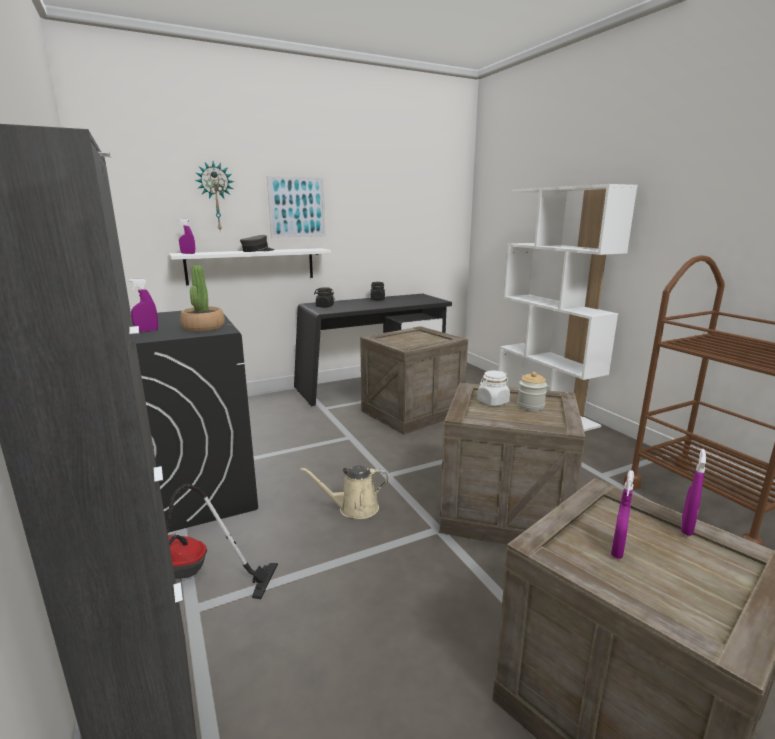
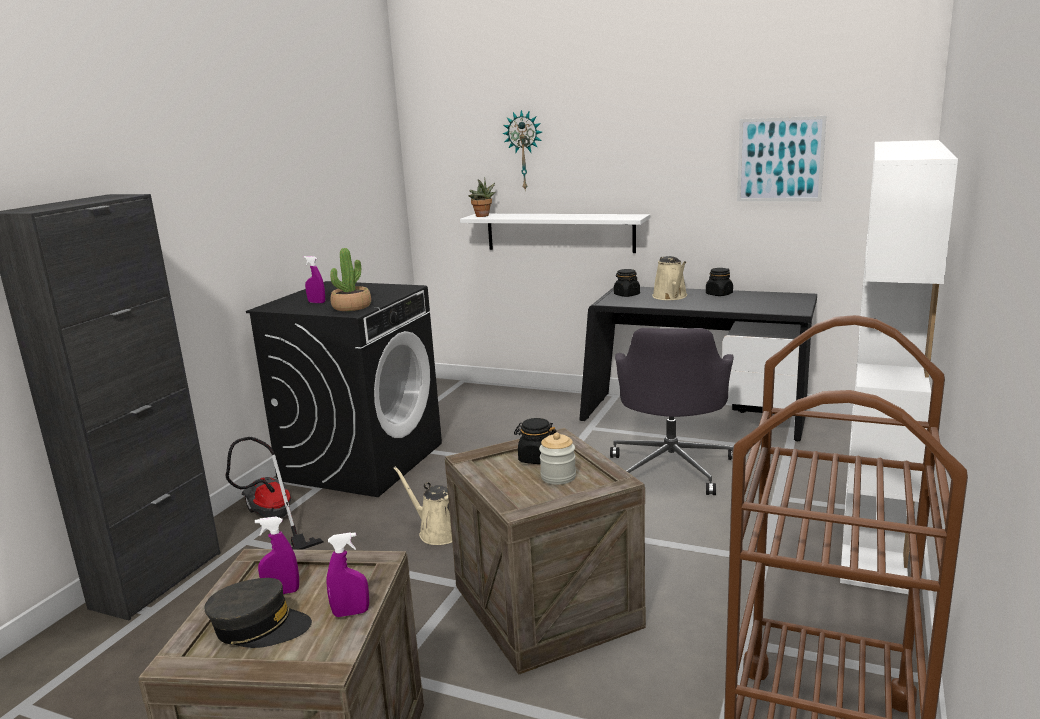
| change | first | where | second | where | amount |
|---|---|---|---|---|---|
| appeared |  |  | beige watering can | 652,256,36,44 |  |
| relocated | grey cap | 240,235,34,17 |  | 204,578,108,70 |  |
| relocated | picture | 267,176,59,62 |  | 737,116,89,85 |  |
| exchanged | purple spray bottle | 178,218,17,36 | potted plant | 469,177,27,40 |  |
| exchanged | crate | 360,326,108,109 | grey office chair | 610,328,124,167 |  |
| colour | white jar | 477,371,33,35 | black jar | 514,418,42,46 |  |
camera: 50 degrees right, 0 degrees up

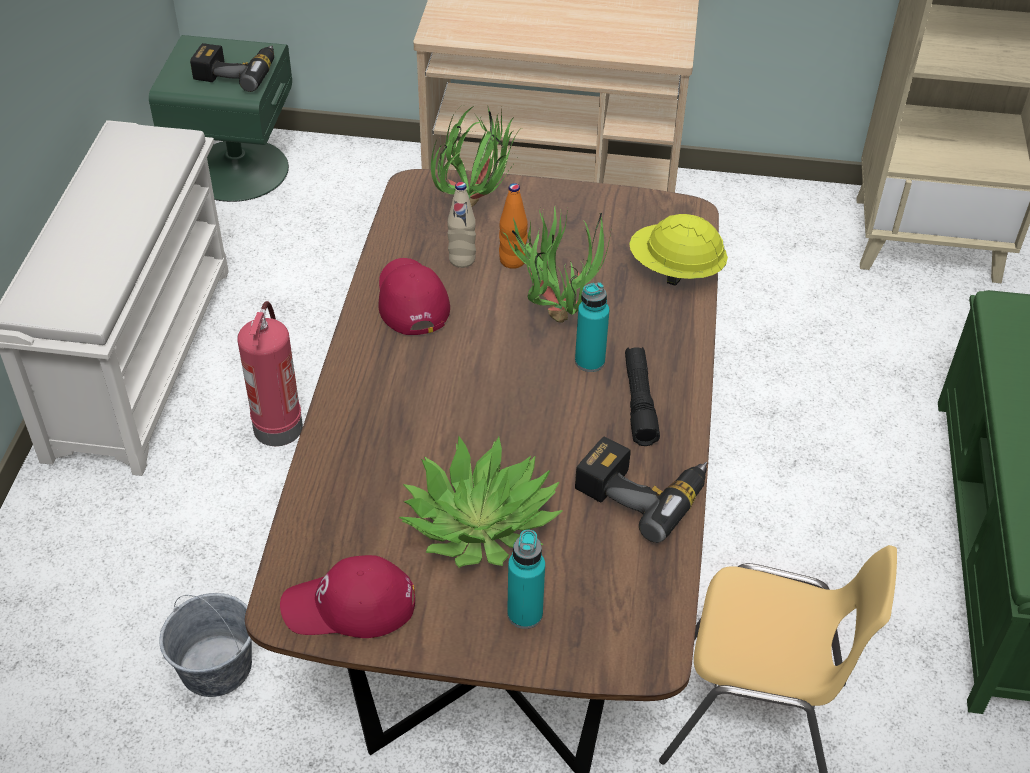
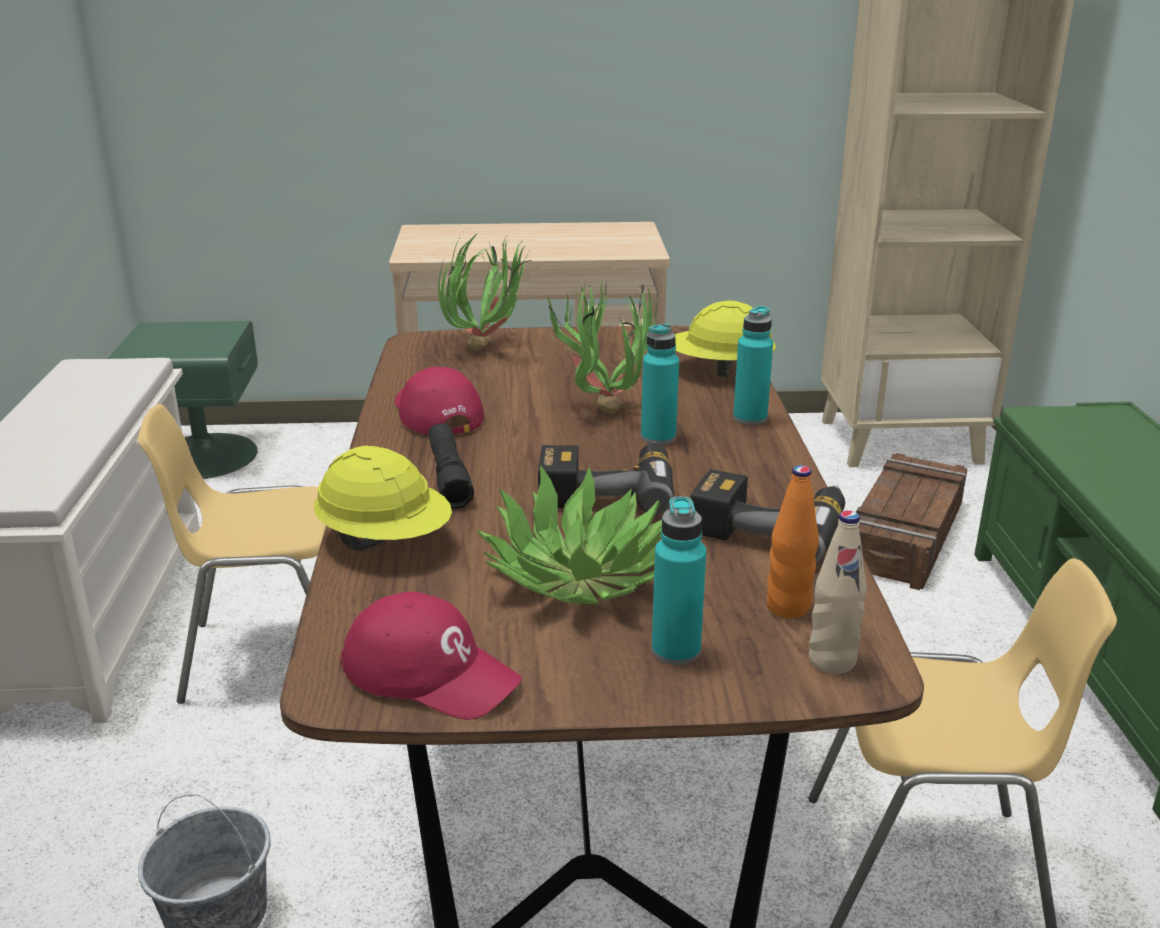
| change | first | where | second | where | amount |
|---|---|---|---|---|---|
| appeared |  |  | yellow hard hat | 314,445,138,106 |  |
| appeared |  |  | turquoise bottle | 733,306,40,119 |  |
| appeared |  |  | crate | 856,453,111,137 |  |
| relocated | power drill | 190,43,84,49 |  | 538,442,136,73 |  |
| relocated | beige bottle | 447,182,29,86 |  | 809,510,58,164 |  |
| relocated | orange bottle | 499,183,29,86 |  | 767,465,52,153 |  |
| relocated | black flashlight | 625,347,35,99 |  | 428,423,46,86 |  |
| exchanged | fire extinguisher | 237,301,66,145 | yellow chair | 138,404,188,300 |  |
| spun | red cap | 280,555,135,83 |  | 340,591,182,129 | 135 degrees counterclockwise |
camera: 10 degrees left, 20 degrees down

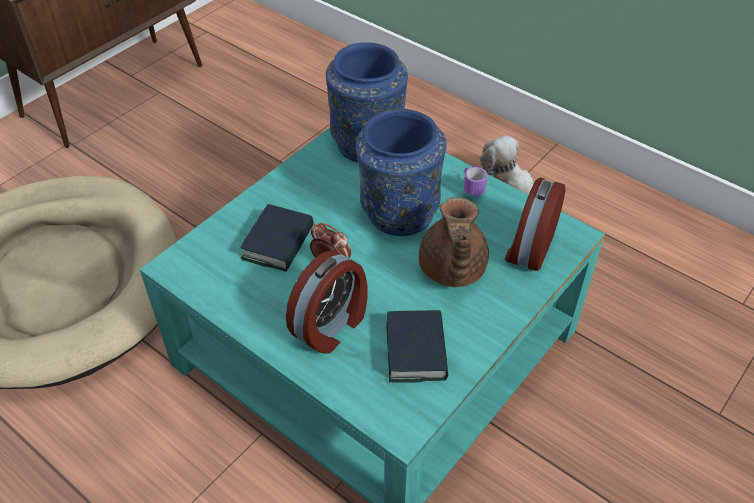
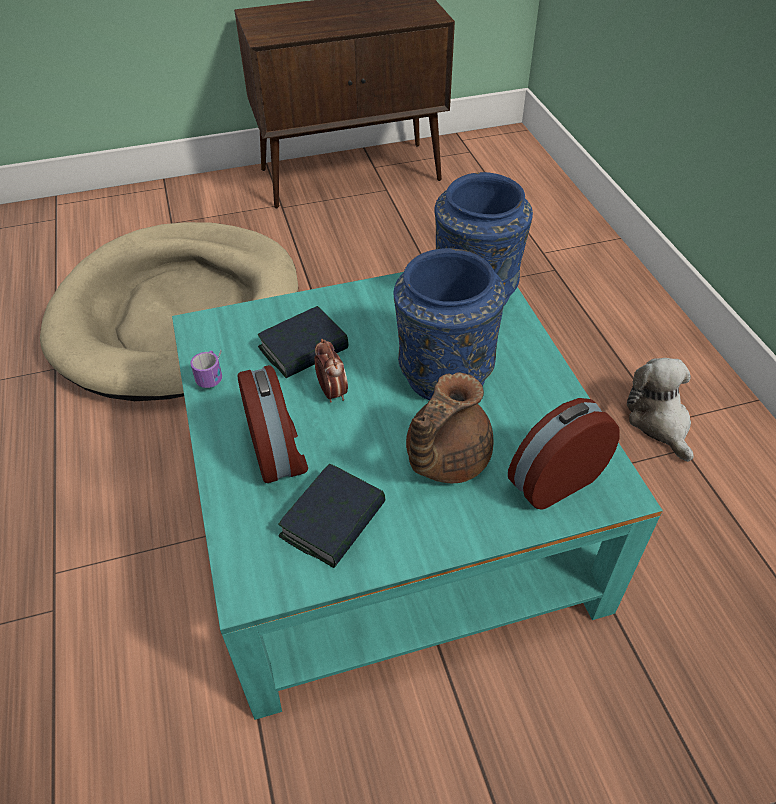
| change | first | where | second | where | amount |
|---|---|---|---|---|---|
| relocated | mug | 454,167,33,29 |  | 190,350,32,38 |  |
| spun | alarm clock | 286,250,82,104 |  | 237,365,71,118 | 90 degrees counterclockwise |
camera: 35 degrees right, 0 degrees up

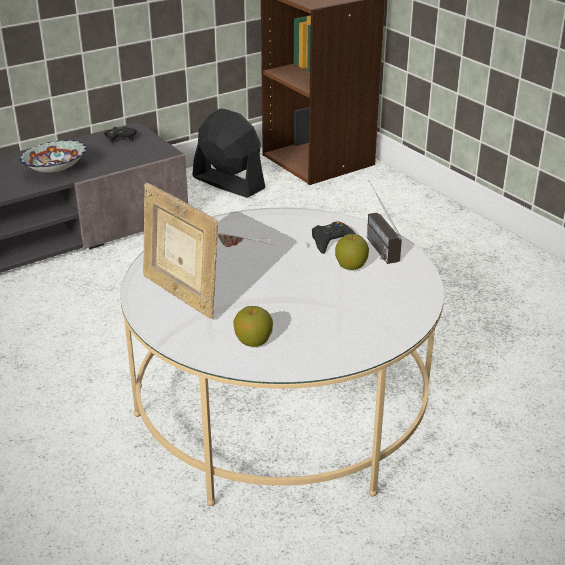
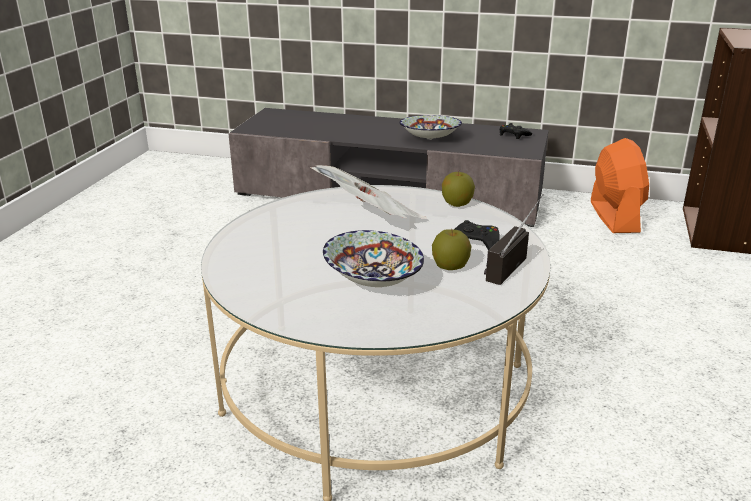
| change | first | where | second | where | amount |
|---|---|---|---|---|---|
| missing | picture frame | 143,182,75,137 |  |  |  |
| appeared |  |  | bowl | 323,230,101,57 |  |
| relocated | apple | 233,306,40,41 |  | 442,171,33,36 |  |
| colour | black fan | 192,109,74,89 | orange fan | 591,138,58,95 |  |
camera: 50 degrees right, 5 degrees down

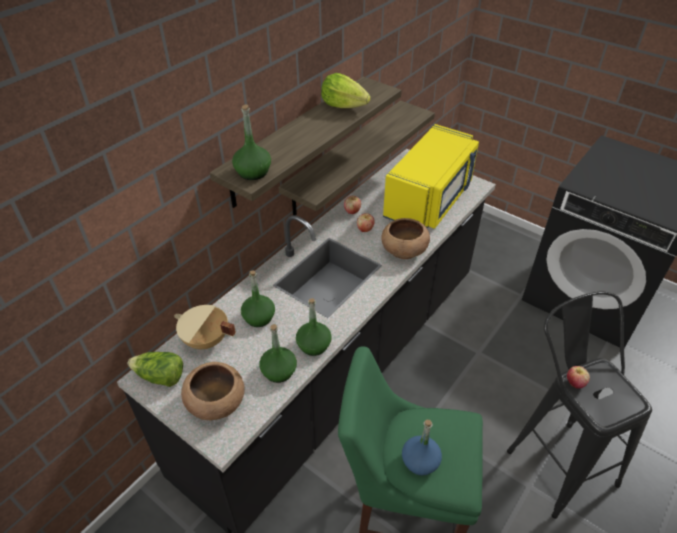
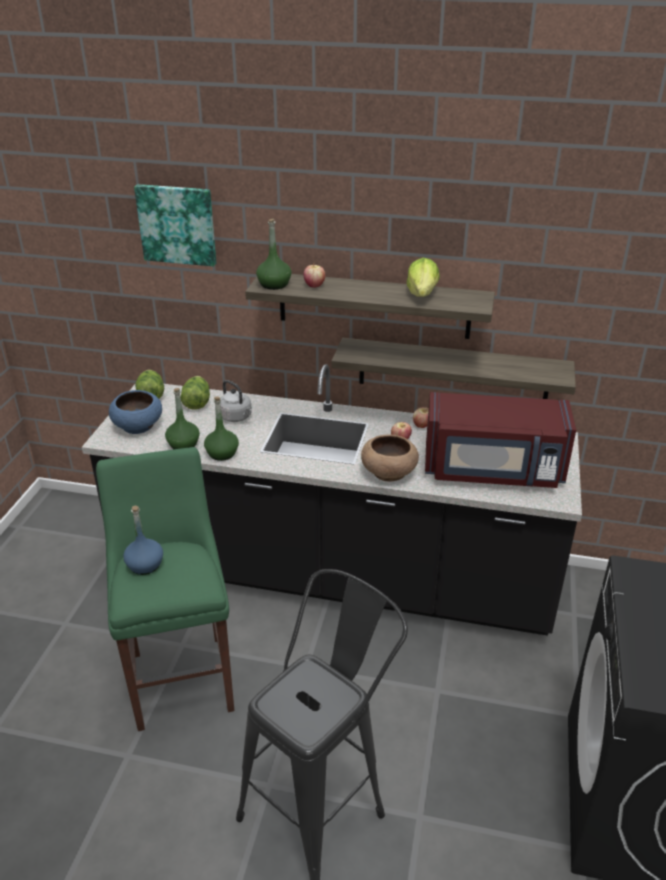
| change | first | where | second | where | amount |
|---|---|---|---|---|---|
| appeared |  |  | picture | 134,184,82,82 |  |
| relocated | apple | 567,366,23,23 |  | 304,263,21,25 |  |
| exchanged | beige cooking pot | 174,305,62,44 | lettuce | 180,376,30,34 |  |
| exchanged | green bottle | 241,270,34,57 | grey kettle | 220,380,32,42 |  |
| colour | brown bowl | 181,362,64,58 | blue bowl | 109,390,53,44 |  |
| colour | yellow microwave | 383,124,96,105 | red microwave | 425,392,151,96 |  |
camera: 65 degrees right, 10 degrees down

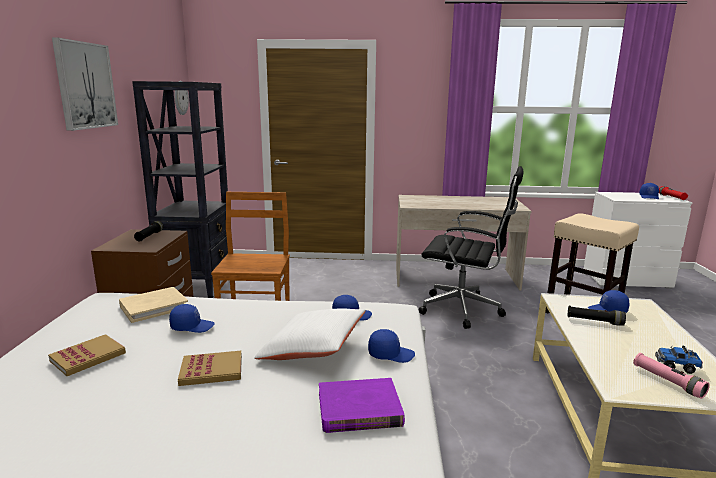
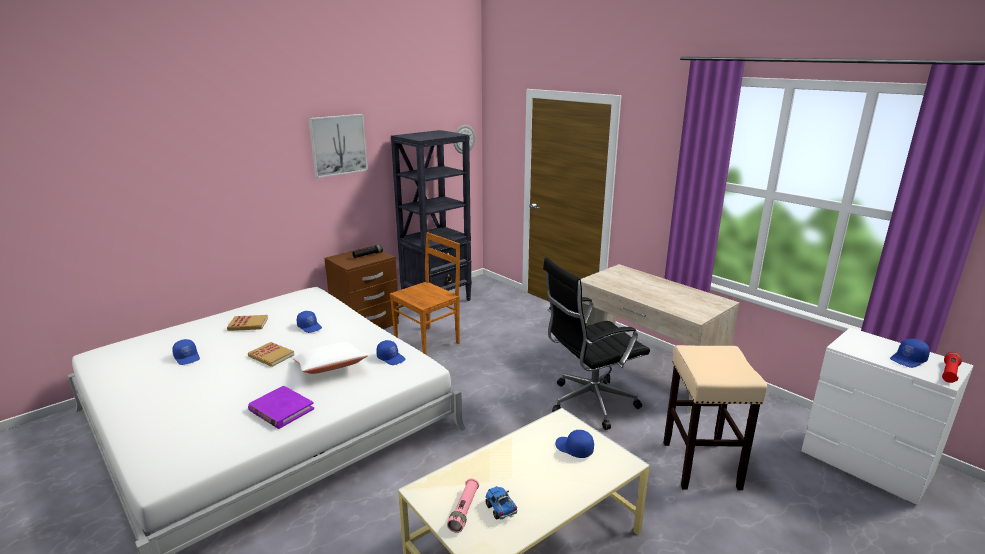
| change | first | where | second | where | amount |
|---|---|---|---|---|---|
| missing | beige book | 119,287,69,36 |  |  |  |
| missing | black flashlight | 568,306,58,20 |  |  |  |
| relocated | blue cap | 368,329,47,34 |  | 172,339,28,26 |  |
| spun | black office chair | 419,166,104,163 |  | 543,257,107,173 | 90 degrees clockwise |
camera: 45 degrees right, 5 degrees up

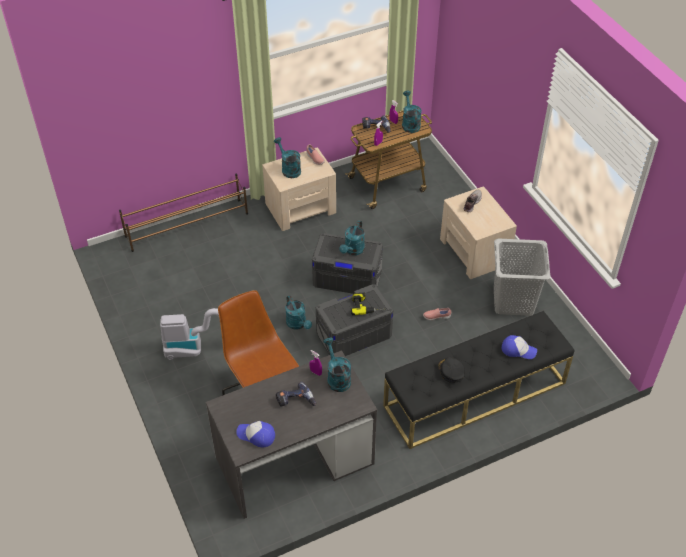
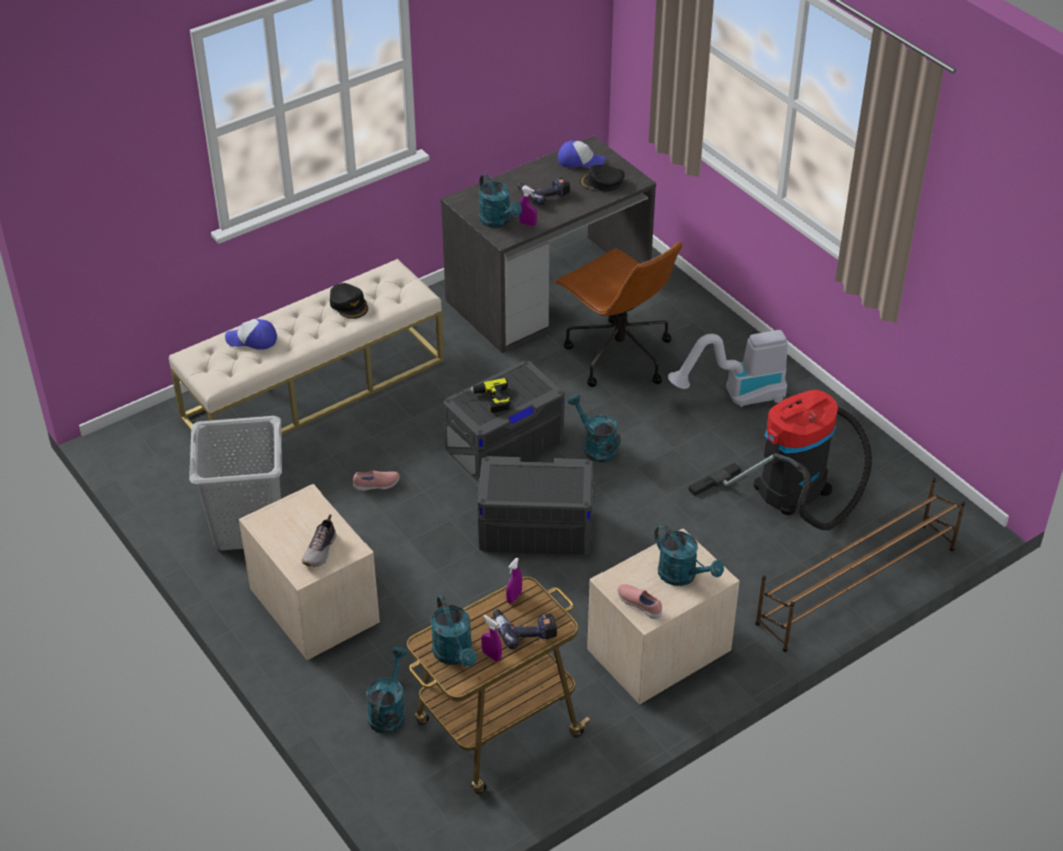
| change | first | where | second | where | amount |
|---|---|---|---|---|---|
| appeared |  |  | black cap | 579,165,46,27 |  |
| appeared |  |  | vacuum cleaner | 689,390,183,140 |  |
| relocated | turquoise watering can | 339,221,26,34 |  | 366,647,42,87 |  |
| colour | black bench | 383,311,191,138 | beige bench | 169,259,275,204 |  |
camera: 170 degrees right, 5 degrees down

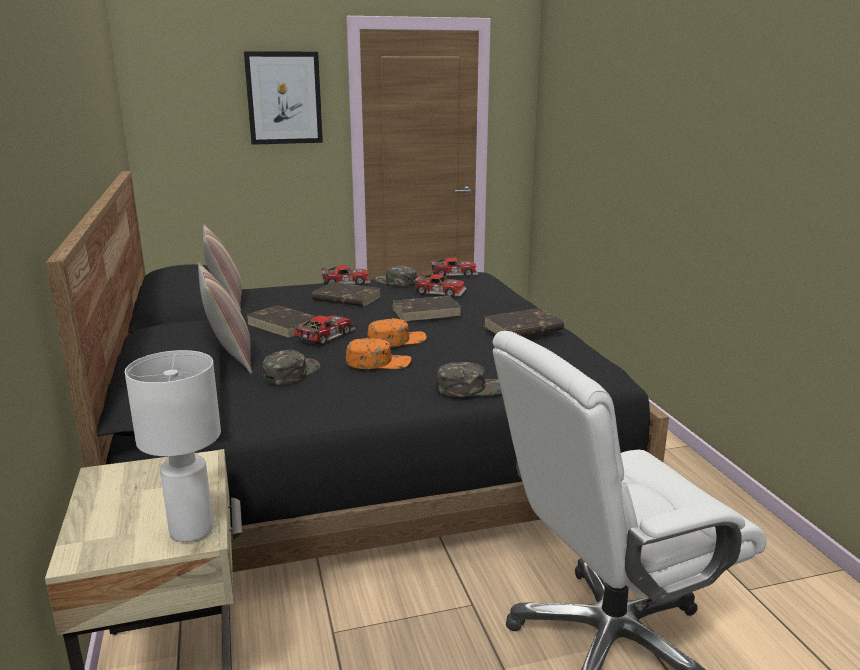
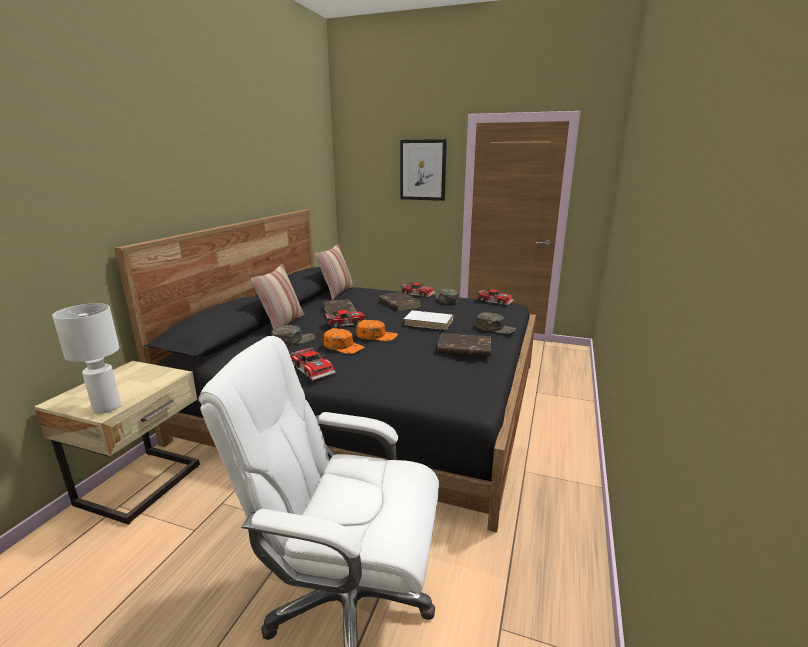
| change | first | where | second | where | amount |
|---|---|---|---|---|---|
| relocated | toy car | 413,274,54,23 |  | 289,347,47,33 |  |
| relocated | green cap | 436,362,66,35 |  | 476,312,40,22 |  |
| colour | brown book | 392,296,69,25 | white book | 404,310,49,20 |  |
camera: 35 degrees right, 0 degrees up

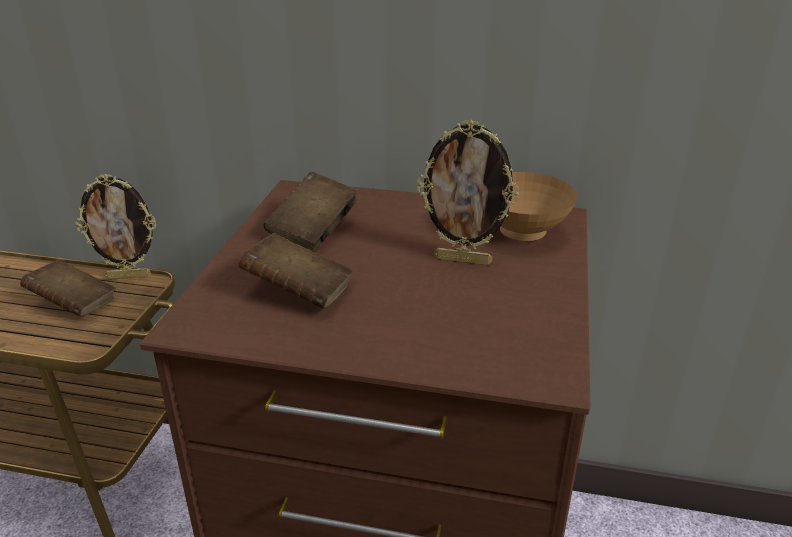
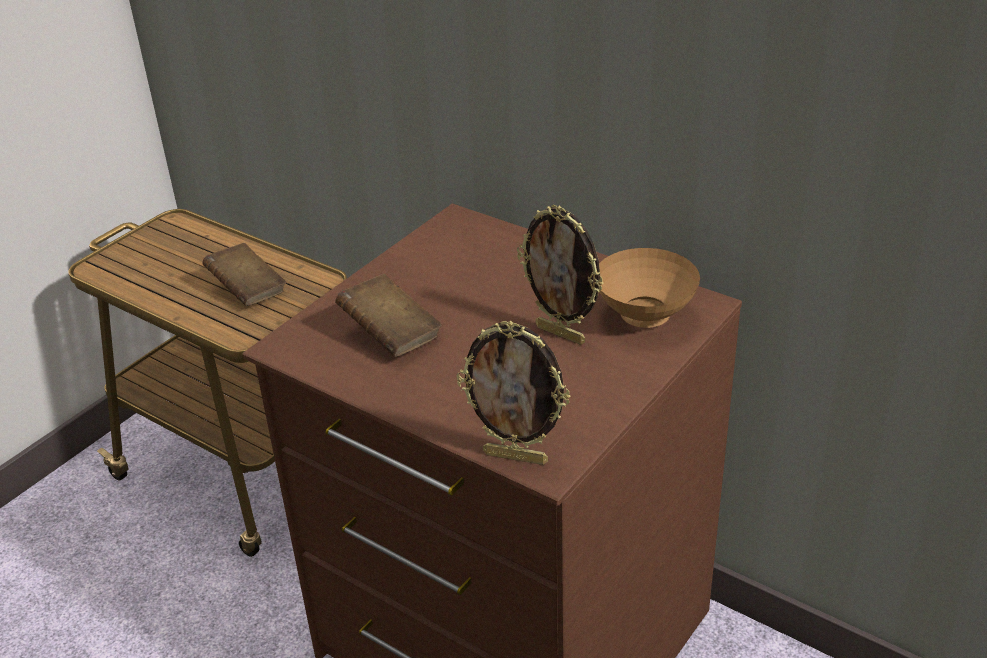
| change | first | where | second | where | amount |
|---|---|---|---|---|---|
| missing | brown book | 264,172,94,80 |  |  |  |
| relocated | picture frame | 75,174,81,105 |  | 456,320,114,145 |  |
camera: 25 degrees right, 5 degrees up

